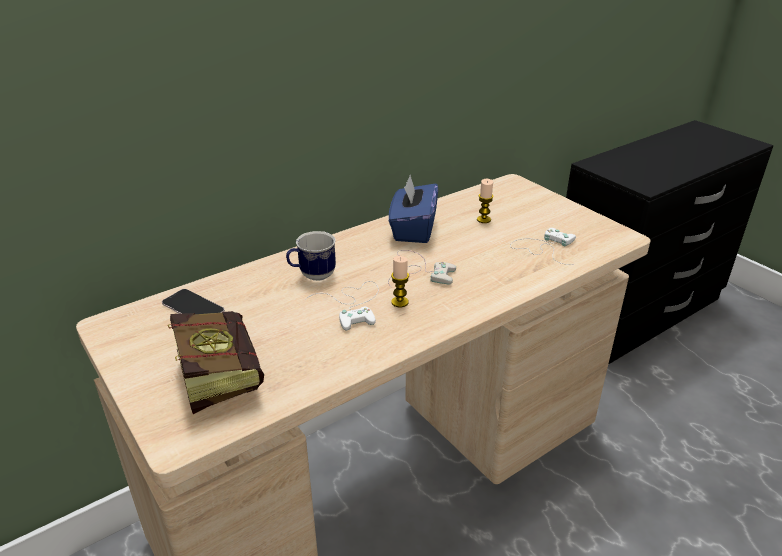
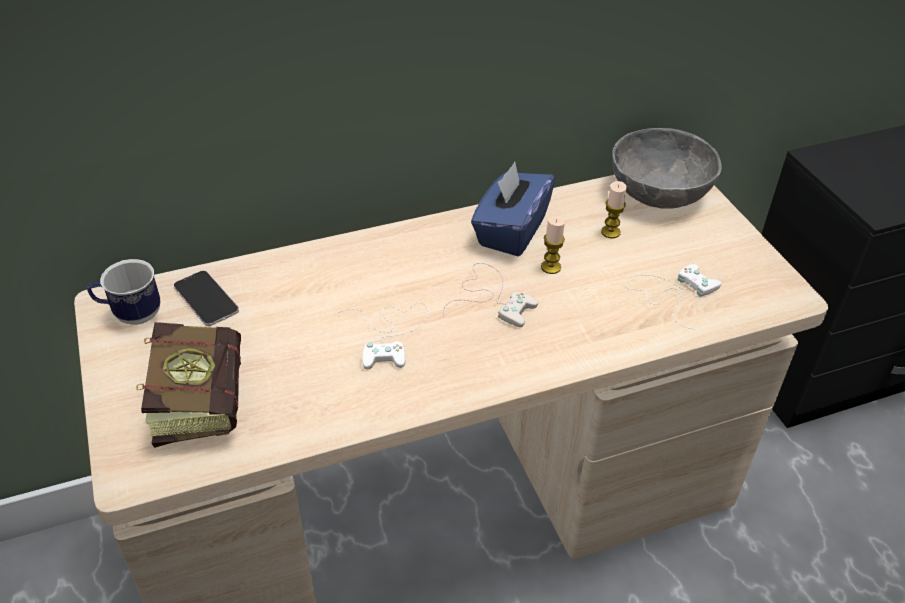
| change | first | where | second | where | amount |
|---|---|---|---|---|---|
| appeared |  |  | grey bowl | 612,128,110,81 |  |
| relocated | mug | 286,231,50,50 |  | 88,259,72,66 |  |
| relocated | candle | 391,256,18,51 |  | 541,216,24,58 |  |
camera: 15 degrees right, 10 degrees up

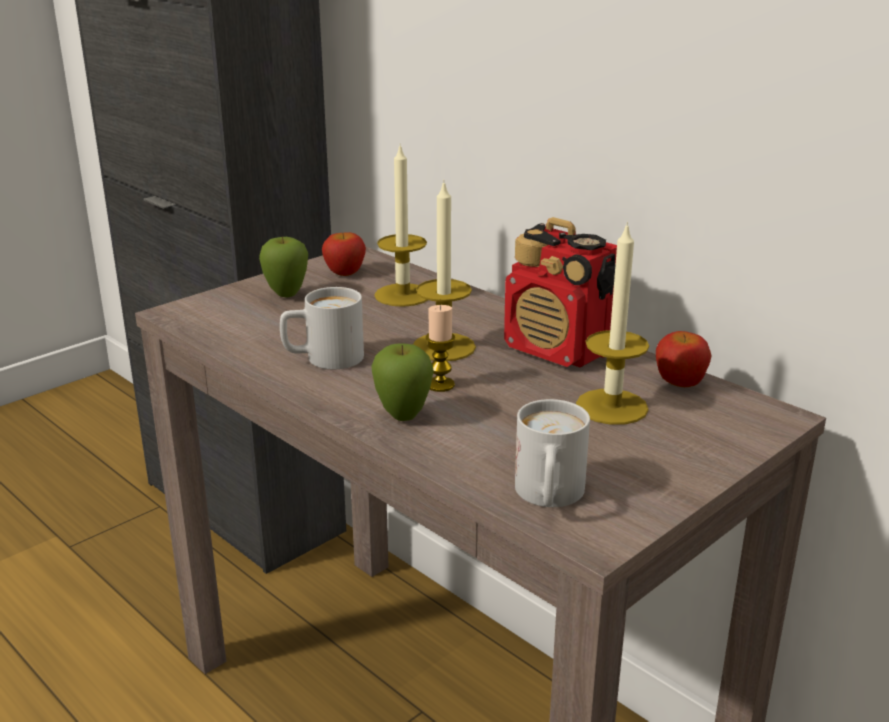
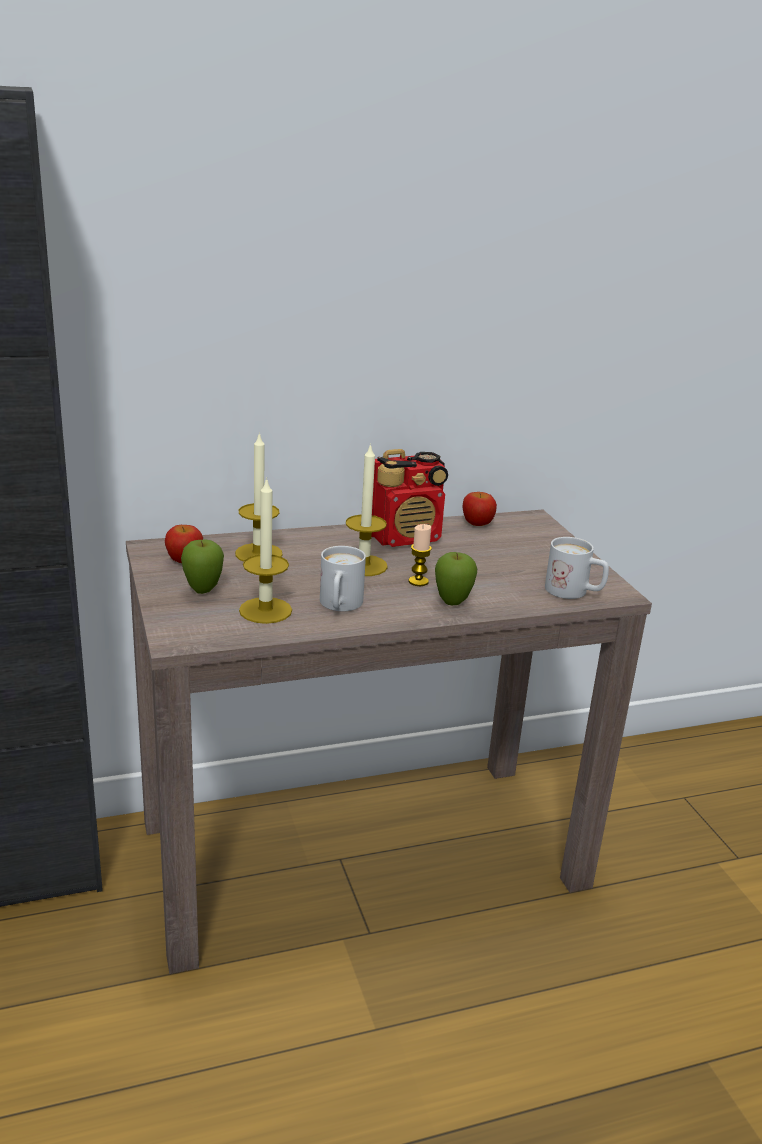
| change | first | where | second | where | amount |
|---|---|---|---|---|---|
| relocated | candle | 576,222,73,203 |  | 239,477,53,147 |  |
camera: 65 degrees left, 0 degrees up

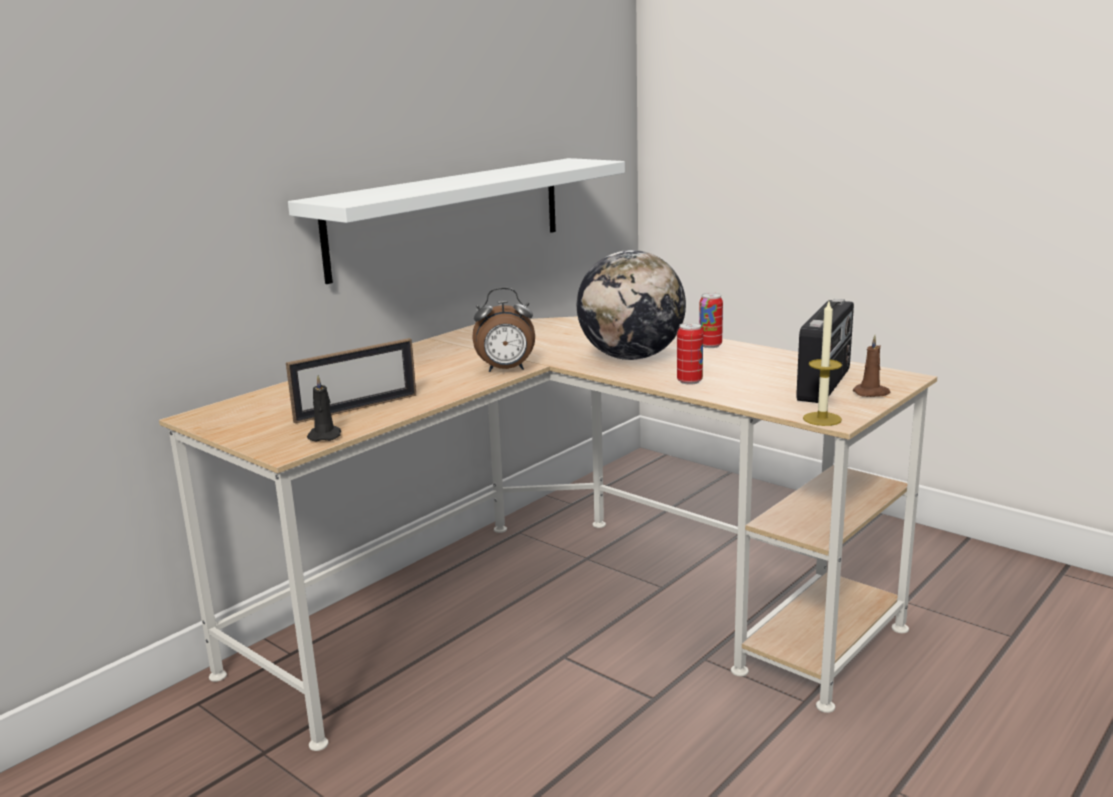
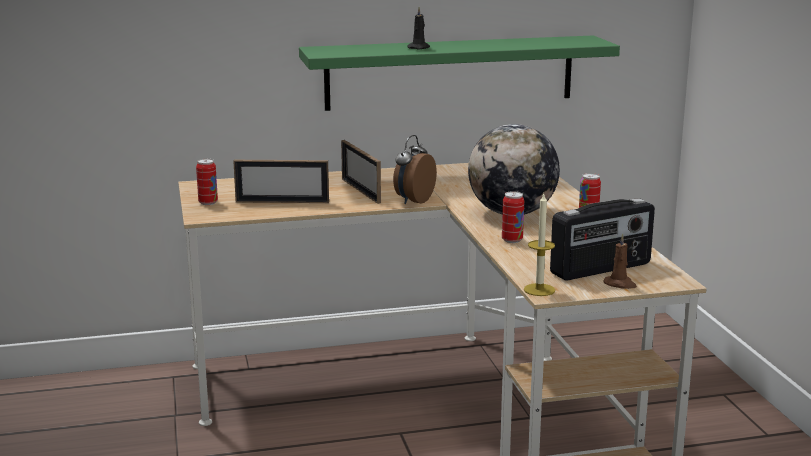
| change | first | where | second | where | amount |
|---|---|---|---|---|---|
| appeared |  |  | can | 196,159,22,46 |  |
| appeared |  |  | picture frame | 341,140,40,64 |  |
| relocated | black candle | 307,375,34,67 |  | 407,7,23,43 |  |
| colour | white shelf | 288,158,337,126 | green shelf | 299,35,321,76 |  |
| spun | alarm clock | 472,288,63,84 |  | 393,135,44,69 | 90 degrees clockwise |
camera: 35 degrees right, 0 degrees up

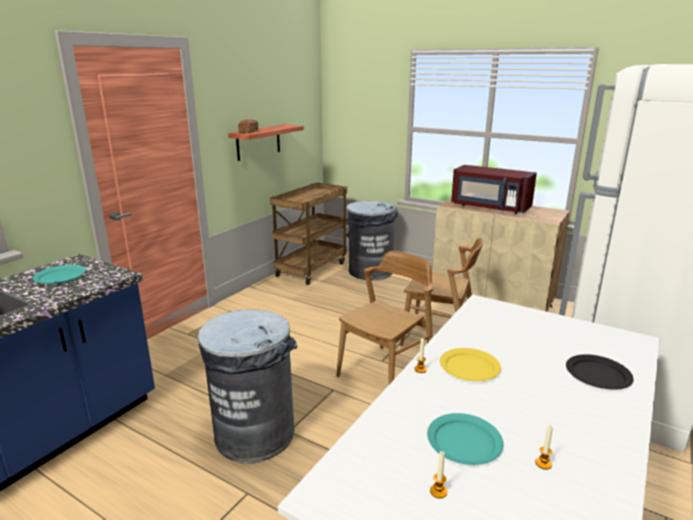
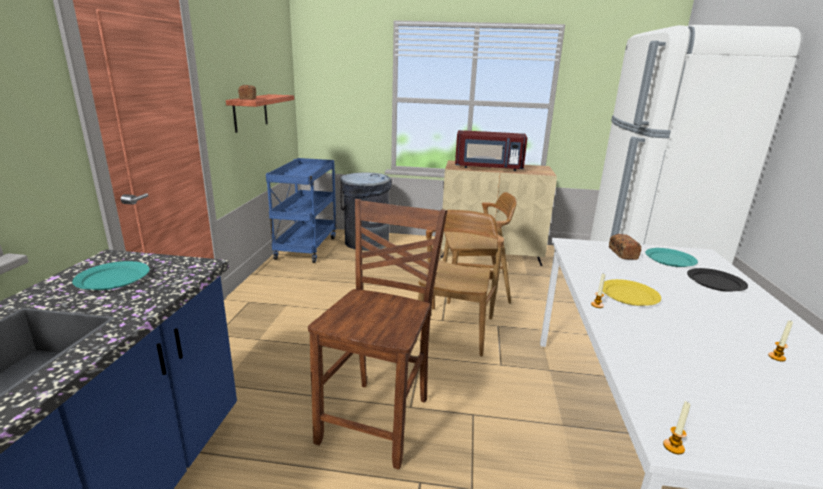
| change | first | where | second | where | amount |
|---|---|---|---|---|---|
| appeared |  |  | bread | 609,234,33,26 |  |
| relocated | turquoise plate | 427,413,76,52 |  | 645,248,53,19 |  |
| relocated | candle | 430,451,18,47 |  | 663,401,27,54 |  |
| exchanged | grey trash can | 198,310,99,154 | brown chair | 308,199,139,271 |  |
| colour | brown cart | 270,183,77,102 | blue cart | 266,158,70,105 |  |
camera: 25 degrees left, 0 degrees up

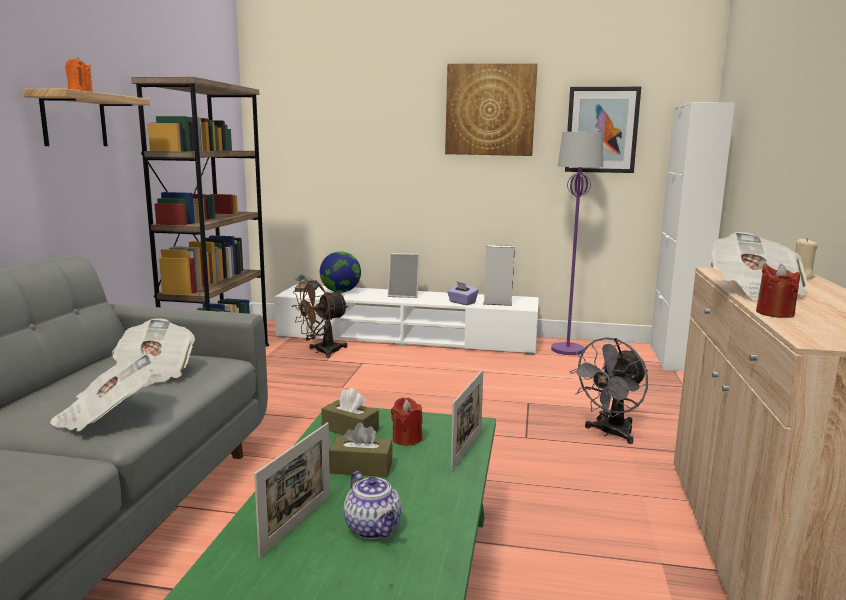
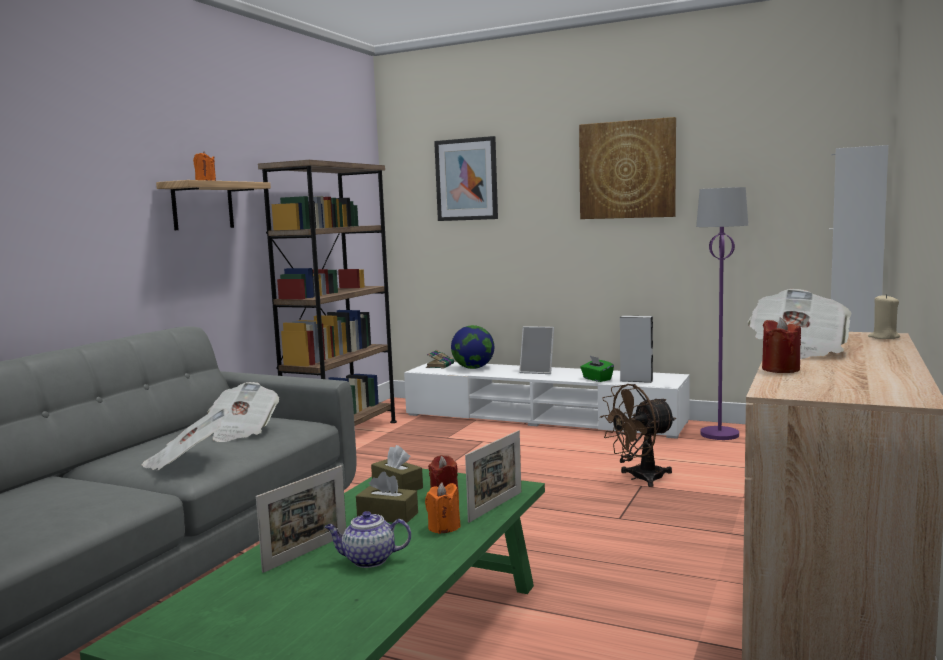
| change | first | where | second | where | amount |
|---|---|---|---|---|---|
| missing | grey fan | 570,337,78,107 |  |  |  |
| appeared |  |  | orange candle | 425,483,36,51 |  |
| relocated | brown fan | 292,280,56,78 |  | 600,384,76,103 |  |
| relocated | picture | 565,87,76,86 |  | 434,136,64,85 |  |
| colour | purple tissue box | 447,282,31,23 | green tissue box | 580,356,34,26 |  |
| spun | teapot | 343,471,58,68 |  | 325,511,86,57 | 105 degrees clockwise |
camera: 15 degrees right, 5 degrees down

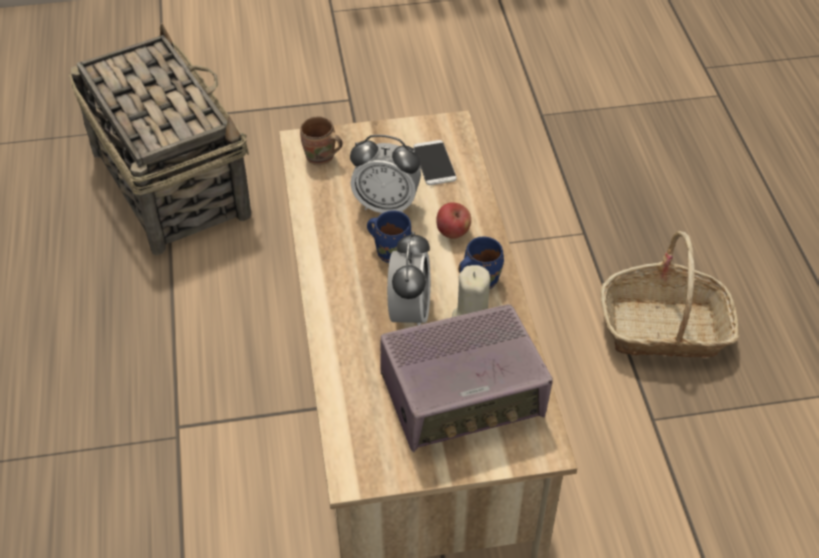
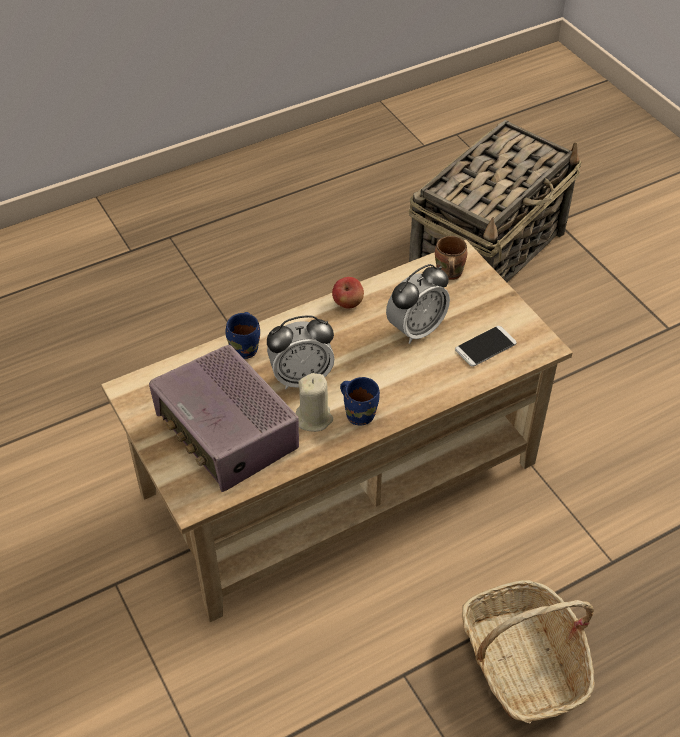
| change | first | where | second | where | amount |
|---|---|---|---|---|---|
| relocated | blue mug | 367,210,44,53 |  | 226,312,34,47 |  |
| relocated | apple | 436,202,35,37 |  | 332,277,32,31 |  |
| spun | alarm clock | 350,135,71,78 |  | 386,264,64,80 | 120 degrees counterclockwise |
camera: 70 degrees right, 0 degrees up

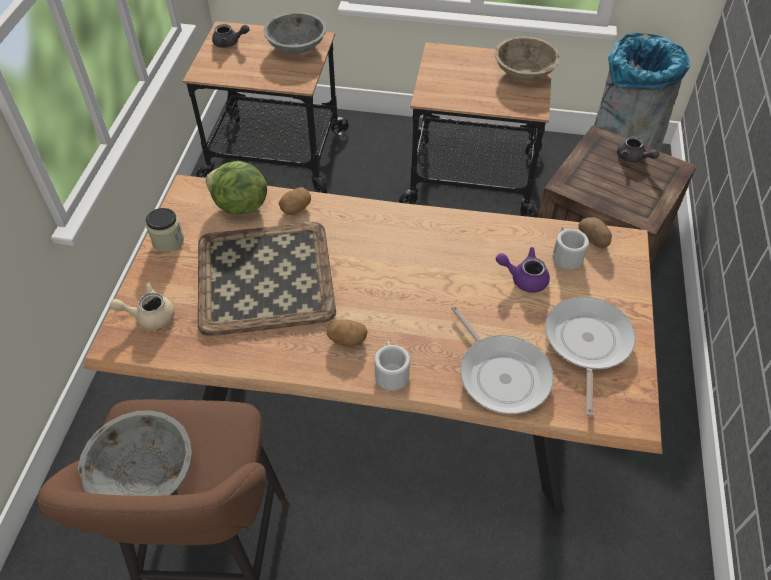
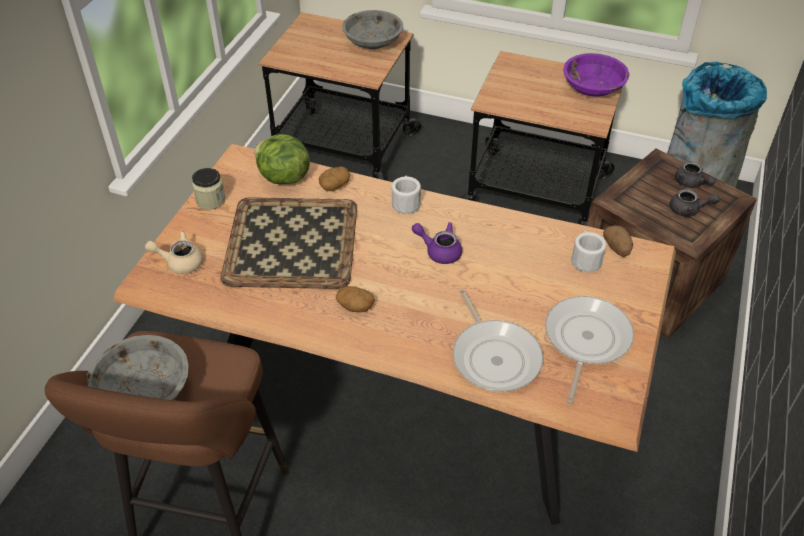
| change | first | where | second | where | amount |
|---|---|---|---|---|---|
| relocated | grey teapot | 212,24,38,24 |  | 670,189,50,28 |  |
| relocated | white mug | 374,341,36,50 |  | 392,175,29,39 |  |
| relocated | purple teapot | 496,247,54,46 |  | 412,222,50,42 |  |
| colour | beige bowl | 495,36,65,45 | purple bowl | 563,53,66,44 |  |
camera: 10 degrees right, 5 degrees down

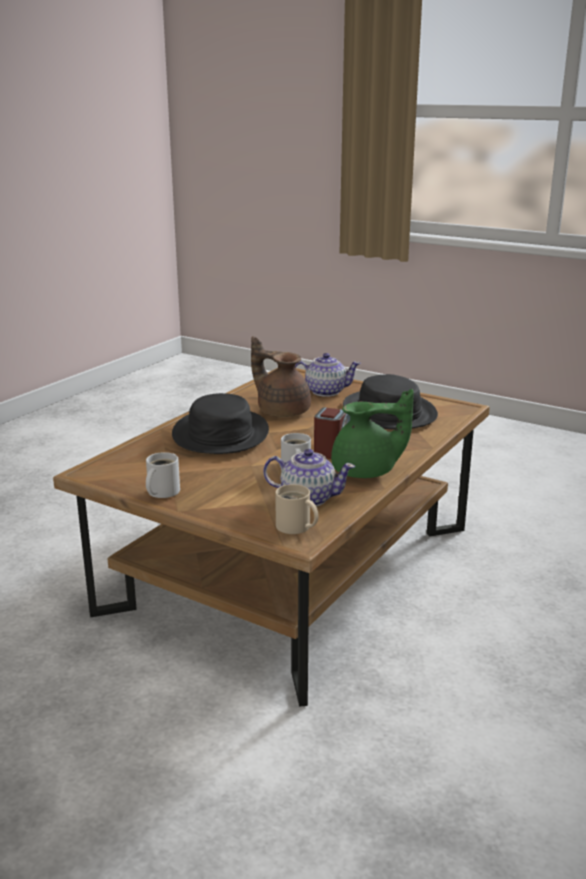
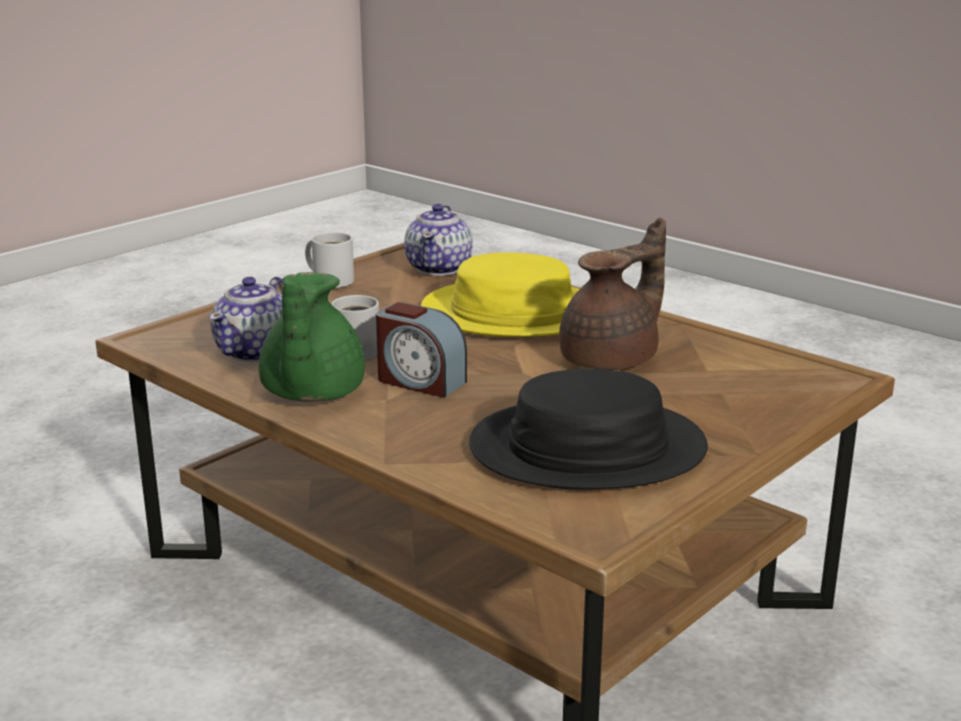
| change | first | where | second | where | amount |
|---|---|---|---|---|---|
| missing | beige mug | 275,484,44,50 |  |  |  |
| relocated | teapot | 295,353,66,44 |  | 404,204,69,72 |  |
| colour | black hat | 172,393,97,61 | yellow hat | 421,252,158,85 |  |
camera: 100 degrees right, 0 degrees up

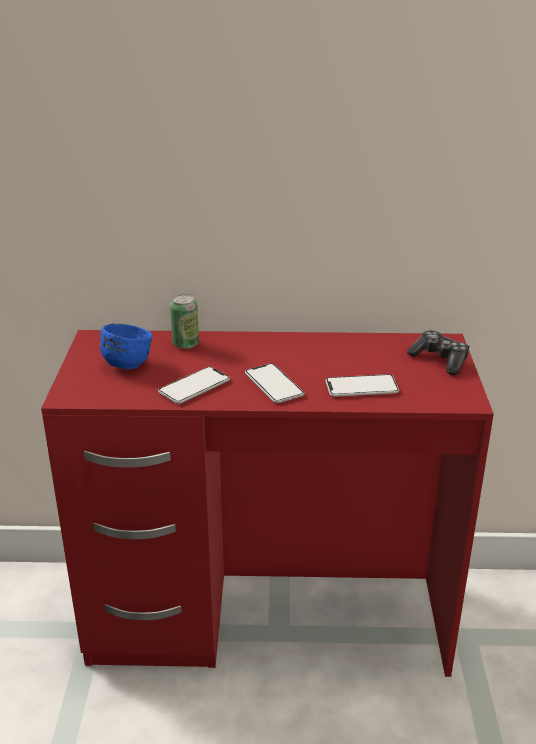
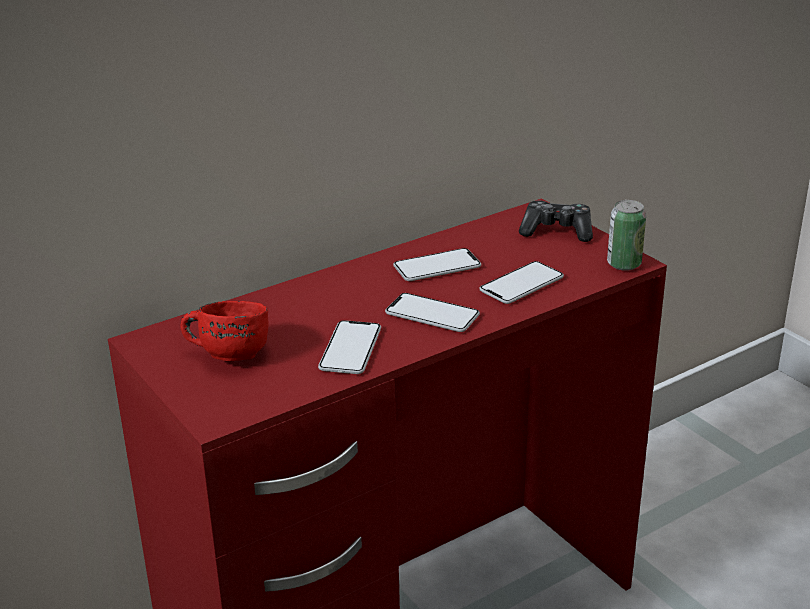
| change | first | where | second | where | amount |
|---|---|---|---|---|---|
| appeared |  |  | phone | 393,248,88,33 |  |
| relocated | can | 170,294,29,55 |  | 607,200,39,71 |  |
| colour | blue mug | 100,324,52,45 | red mug | 180,301,89,60 |  |
camera: 35 degrees left, 0 degrees up

